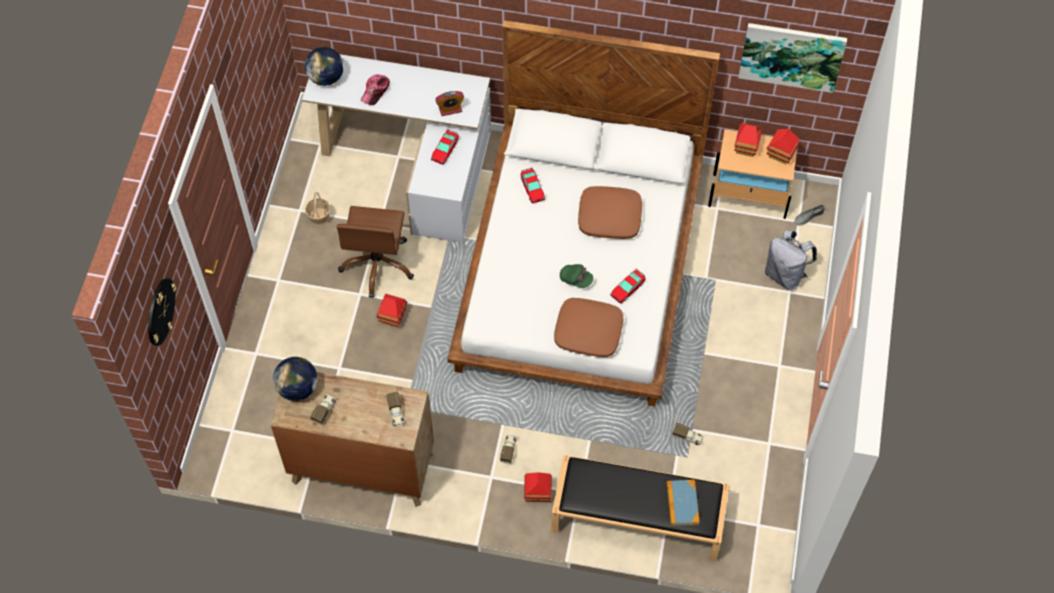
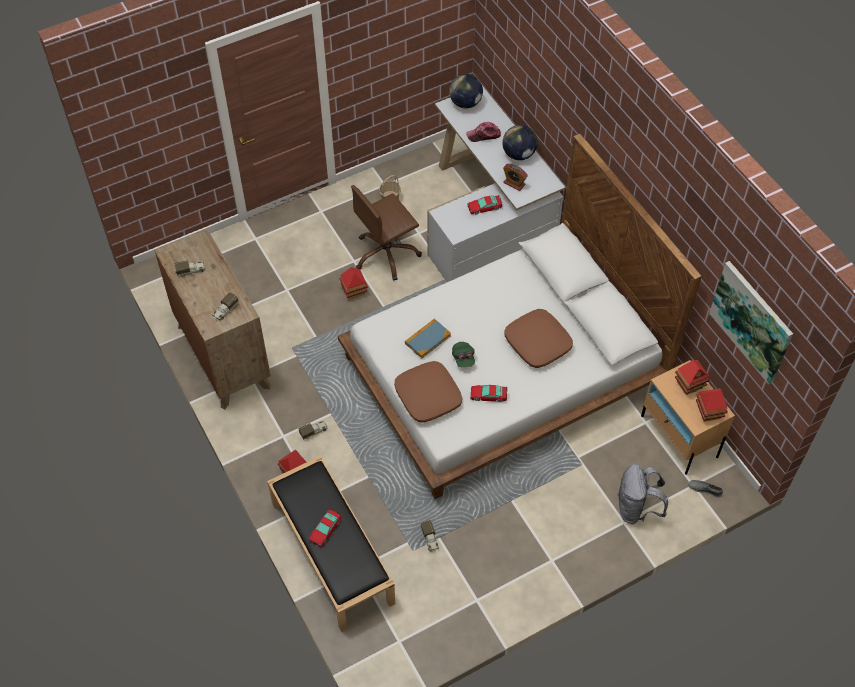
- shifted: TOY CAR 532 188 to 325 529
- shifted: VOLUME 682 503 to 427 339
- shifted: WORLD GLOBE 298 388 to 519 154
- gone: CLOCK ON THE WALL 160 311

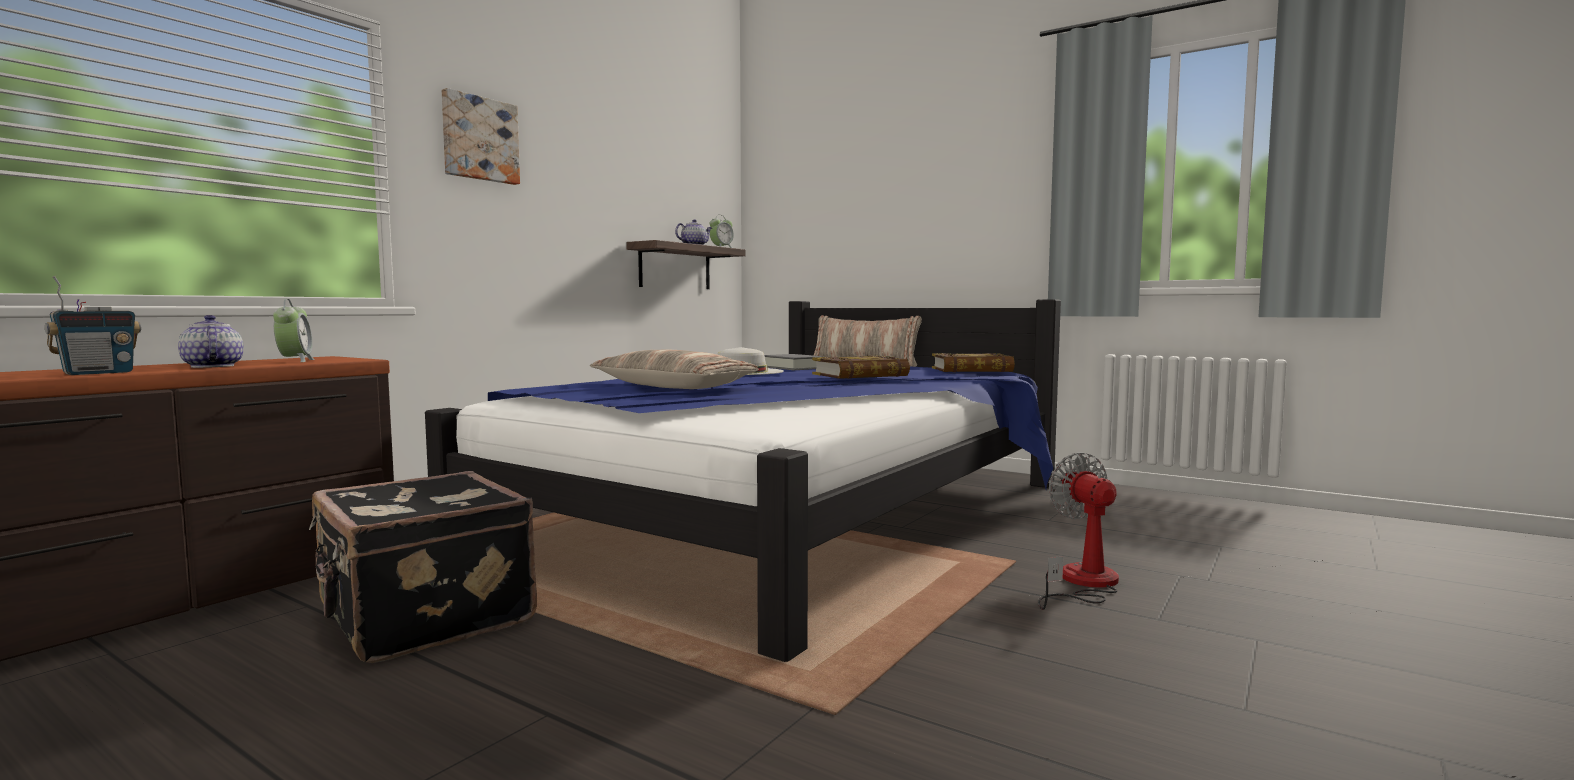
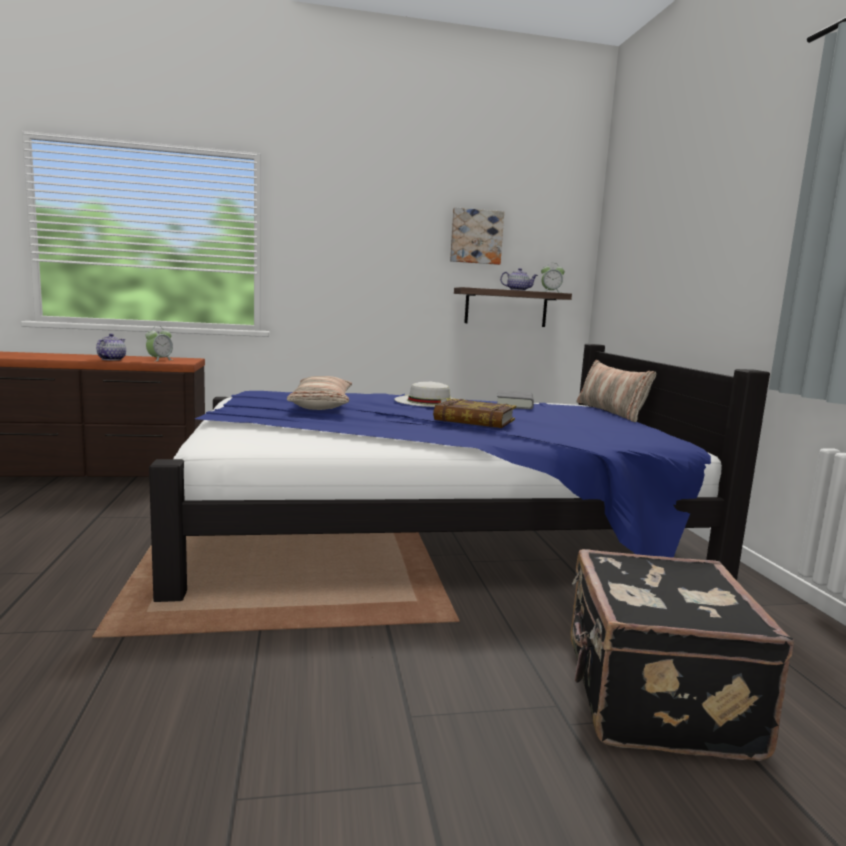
- shifted: WALL ART 479 139 to 476 236
- shifted: BLACKISH PIECE OF LUGGAGE 423 617 to 653 698
- gone: RADIO SET 98 373
- gone: VOLUME 972 370
- gone: COOLING FAN 1082 583

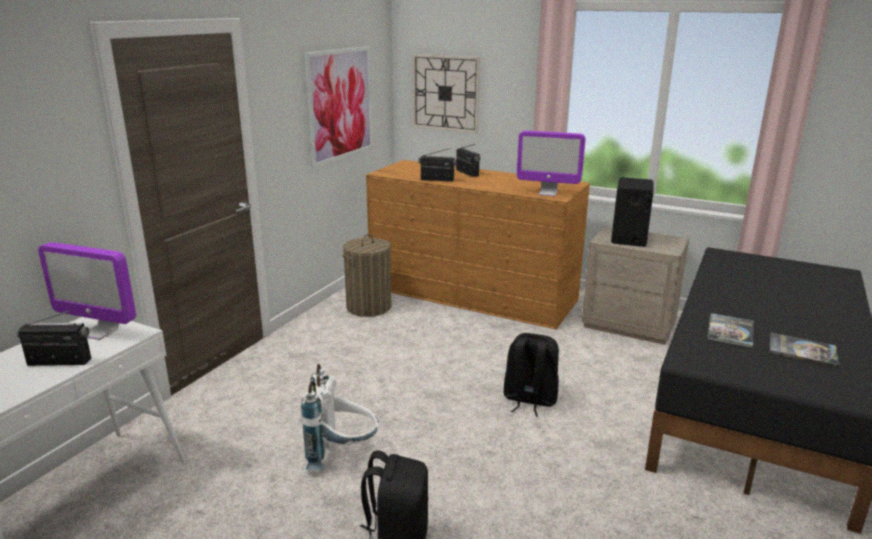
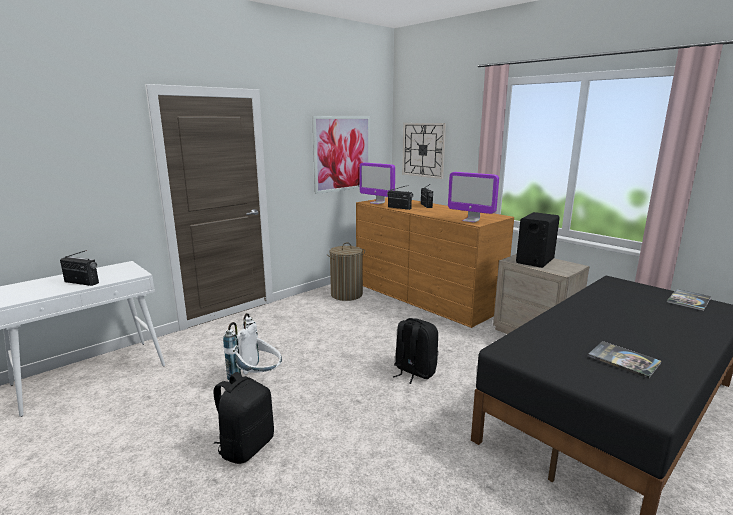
- shifted: COMPUTER DISPLAY 100 332 to 377 203
- shifted: VOLUME 730 331 to 688 300

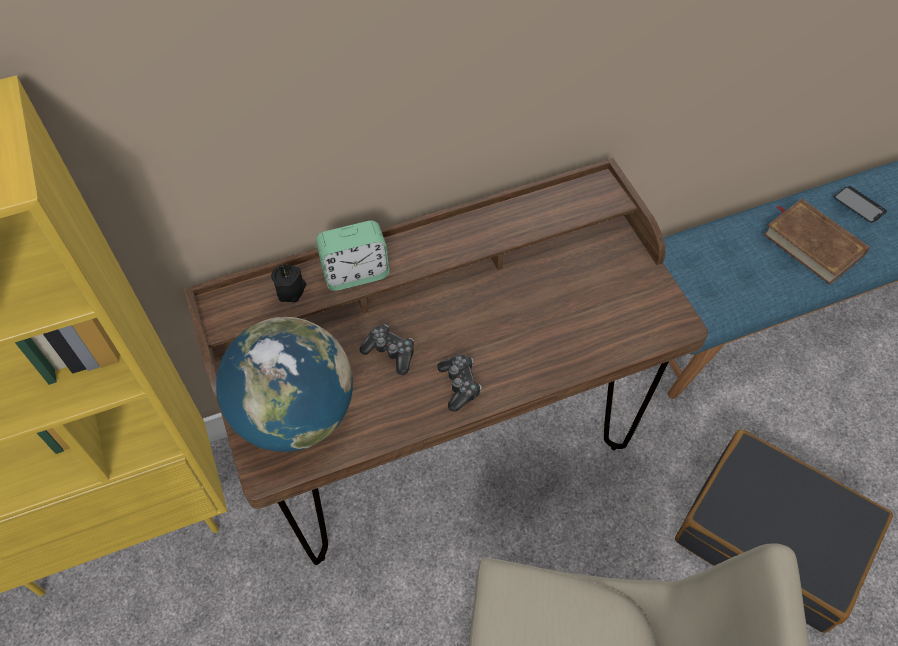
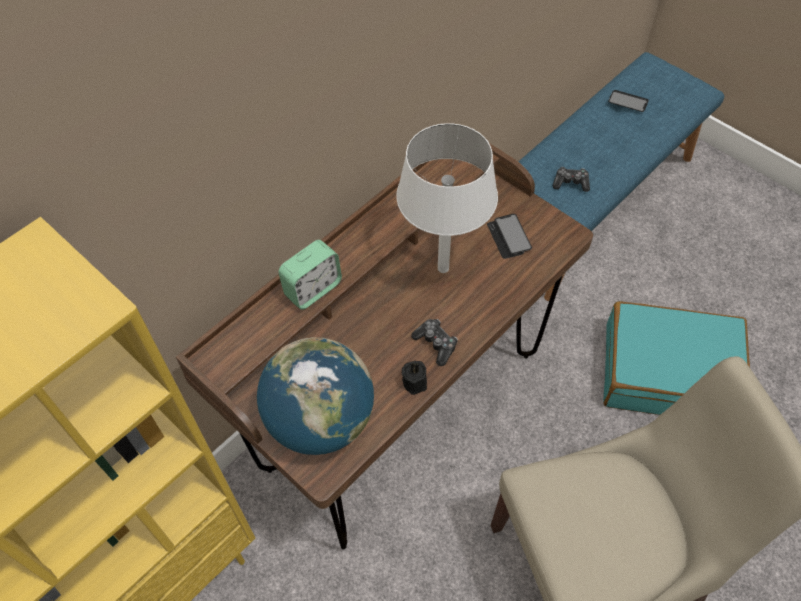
- new: WHITE TABLETOP LAMP 443 268
- shifted: BLACKISH WAX LIGHT 291 290 to 415 381
- new: HANDSET 509 237
- shifted: GAMEPAD 390 353 to 570 183
- repainted: BLACKISH PIECE OF LUGGAGE 772 536 to BLUE-GREEN PIECE OF LUGGAGE 668 372
- gone: BROWN VOLUME 813 244

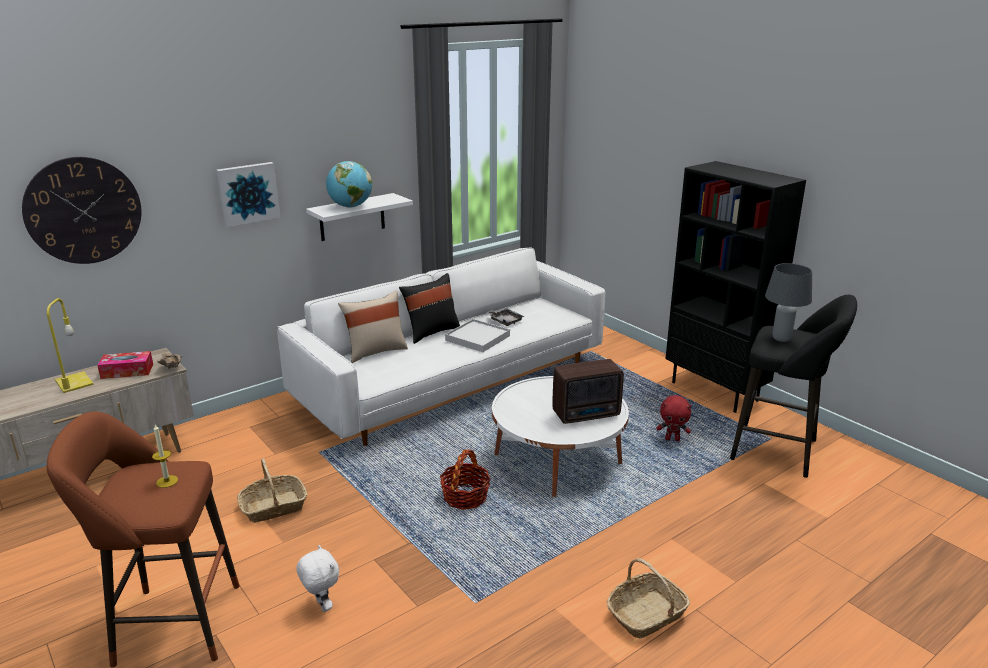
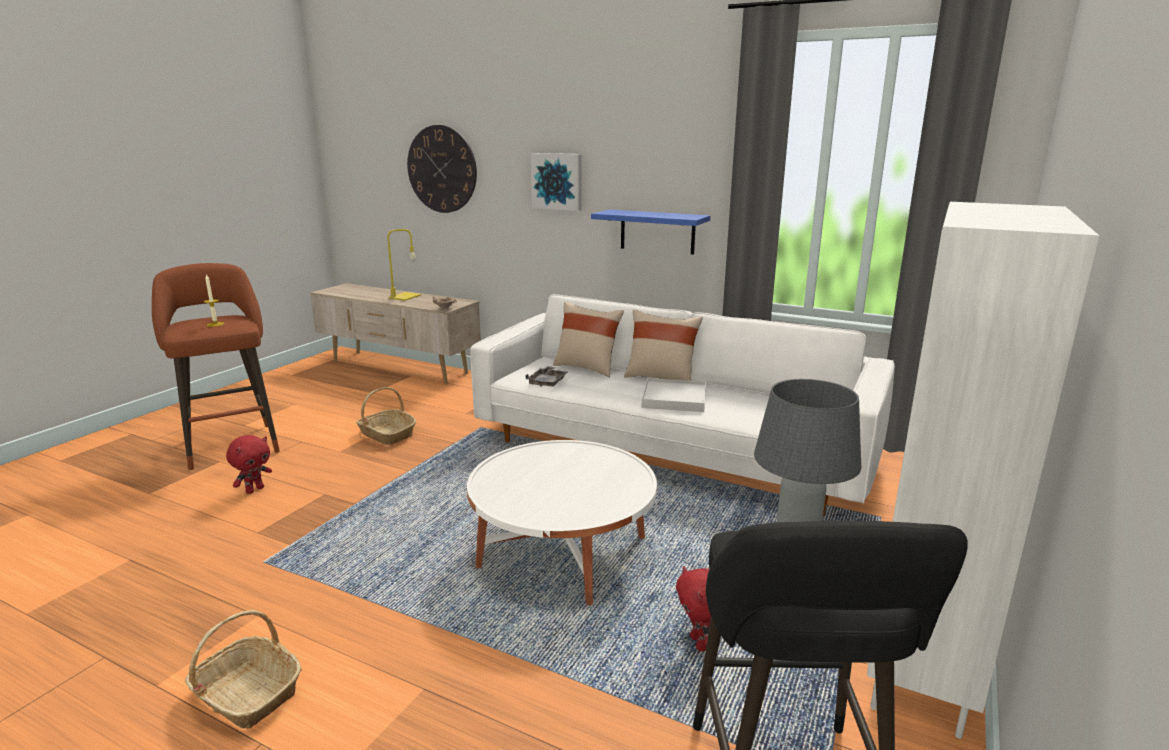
- repainted: WHITE SOFT TOY 321 606 to RED SOFT TOY 254 489
- shifted: GRAY CARRYING TRAY 505 321 to 547 382
- repainted: WHITE WALL SHELF 352 217 to BLUISH WALL SHELF 657 231
- repainted: BLACKISH PILLOW 431 332 to BEIGE-COLOURED PILLOW 661 378
- repainted: BLACKISH SHELVING UNIT 715 391 to WHITE SHELVING UNIT 922 669
- gone: TISSUE HOLDER 127 371
- gone: WORLD GLOBE 350 207
- gone: HOUSEHOLD BASKET 465 497
- gone: RADIO SET 588 414

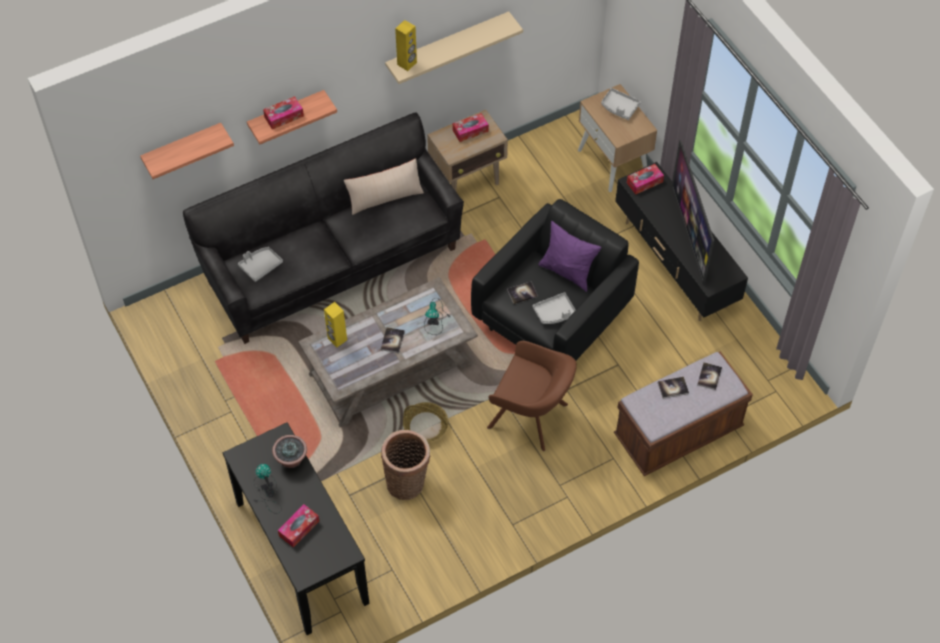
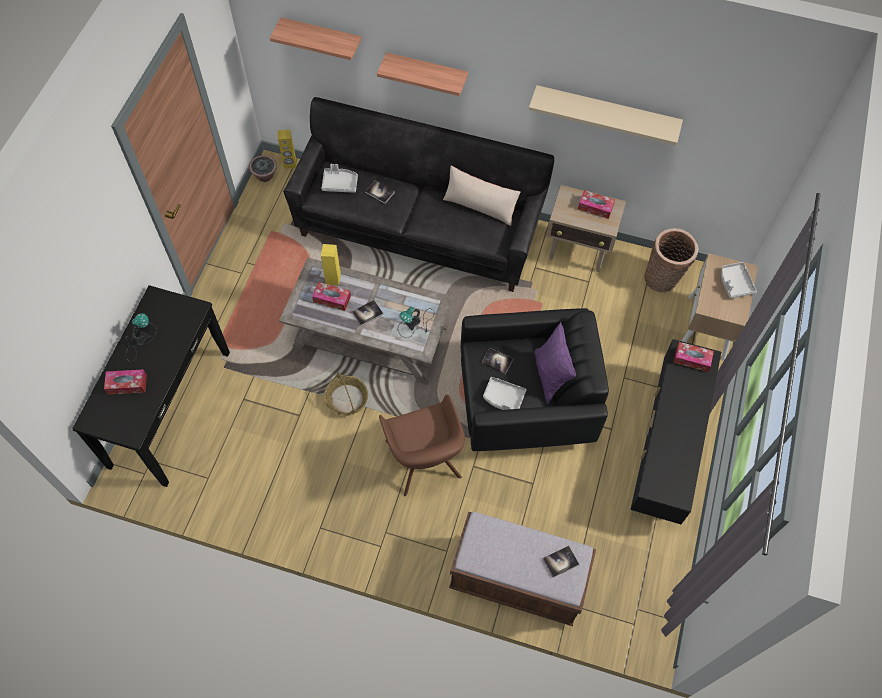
- shifted: PLANT IN A POT 291 459 to 265 176
- shifted: YELLOW-COLOURED AUDIO SPEAKER 407 63 to 290 164
- shifted: TISSUE HOLDER 284 116 to 332 299
- shifted: VOLUME 673 388 to 380 192
- shifted: HOUSEHOLD BASKET 407 482 to 663 279
- gone: TV SET 689 235

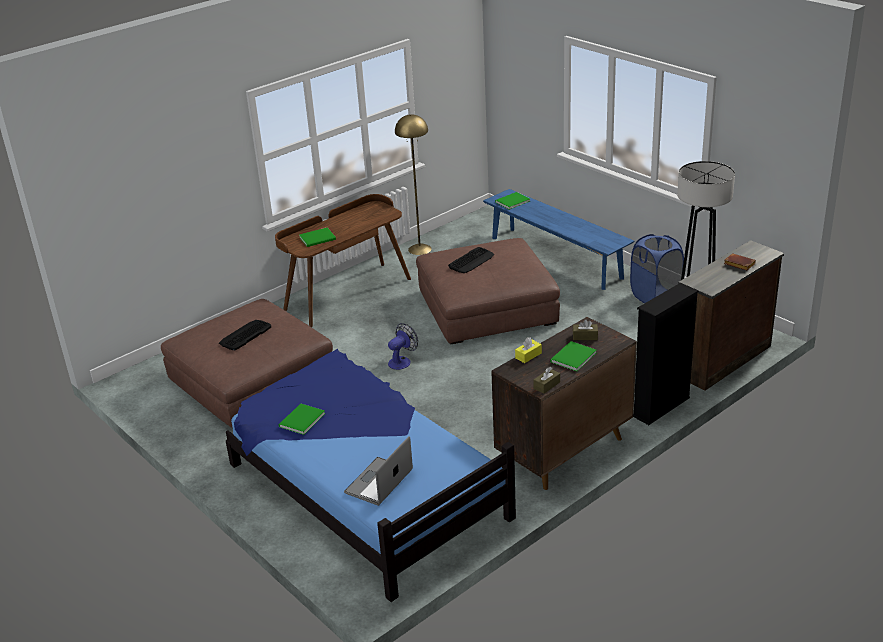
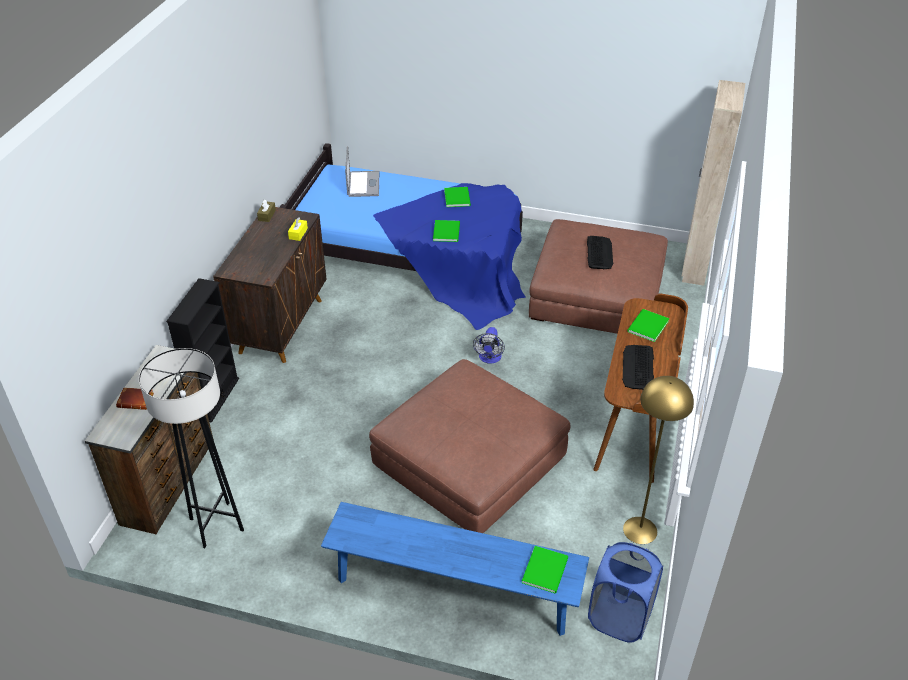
- shifted: GREENISH VOLUME 571 357 to 447 231
- shifted: BLUISH HAMPER 655 296 to 619 617
- shifted: KEYBOARD 471 261 to 638 367
- new: BEIGE-COLOURED CLOTHES CUPBOARD 694 267
- gone: BROWN TISSUE HOLDER 585 336

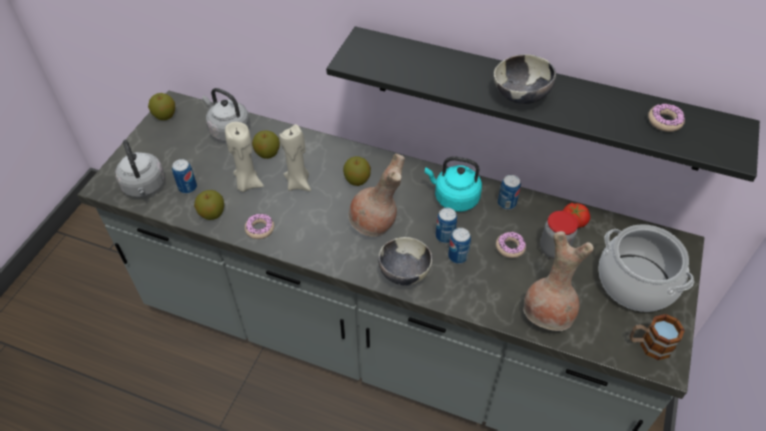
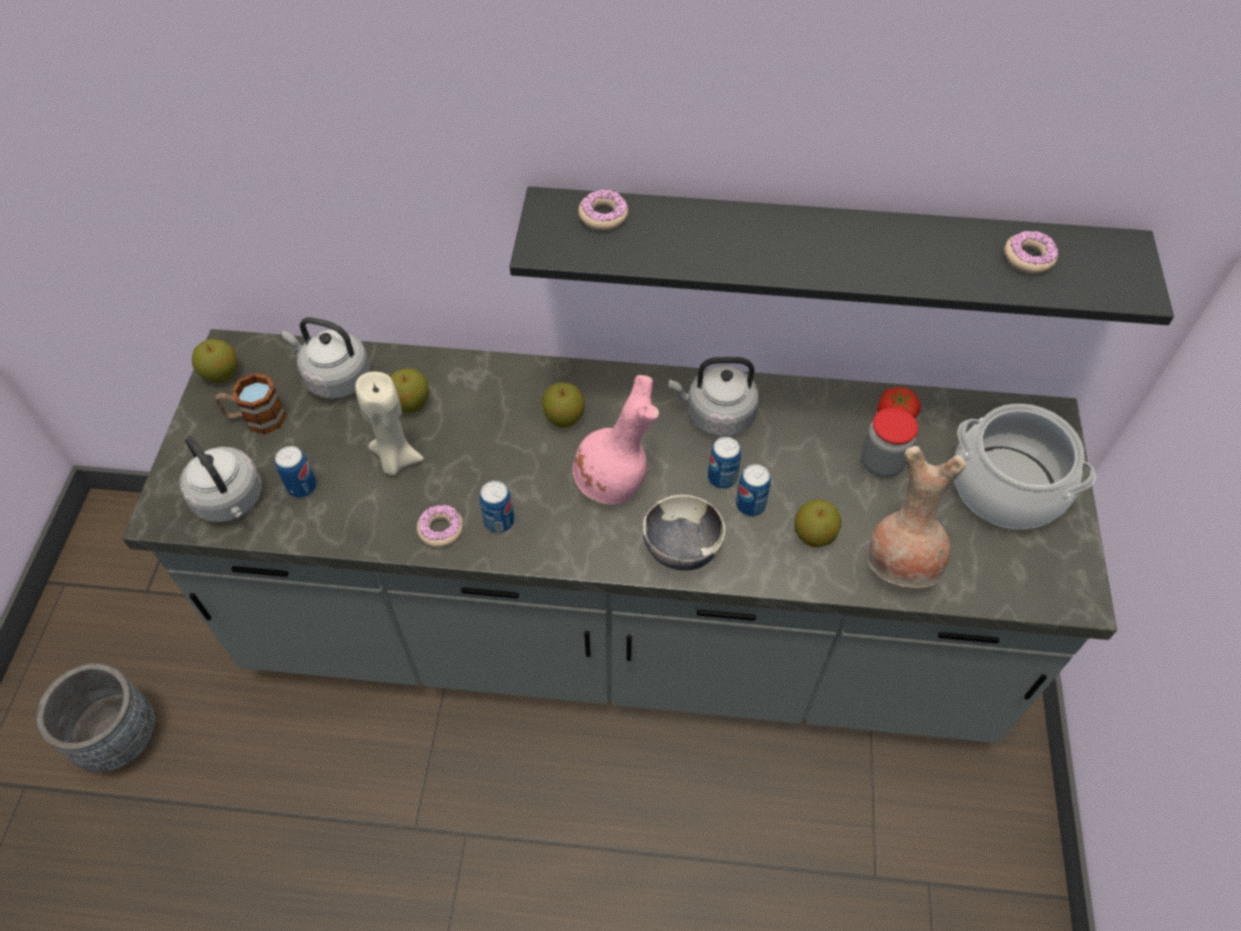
- new: GRAY FLOWER POT 120 737
- shifted: MUG 649 345 to 256 418
- shifted: SEALED CAN 506 203 to 499 521
- repainted: BROWN VASE 375 224 to PINKISH VASE 613 482
- shifted: DONUT 510 247 to 603 216
- repainted: BLUE-GREEN KETTLE 454 198 to GRAY KETTLE 716 415
- shifted: WHOLE APPLE 212 214 to 814 535
- gone: BEIGE-COLOURED WAX LIGHT 299 183
- gone: SERVING BOWL 520 97

